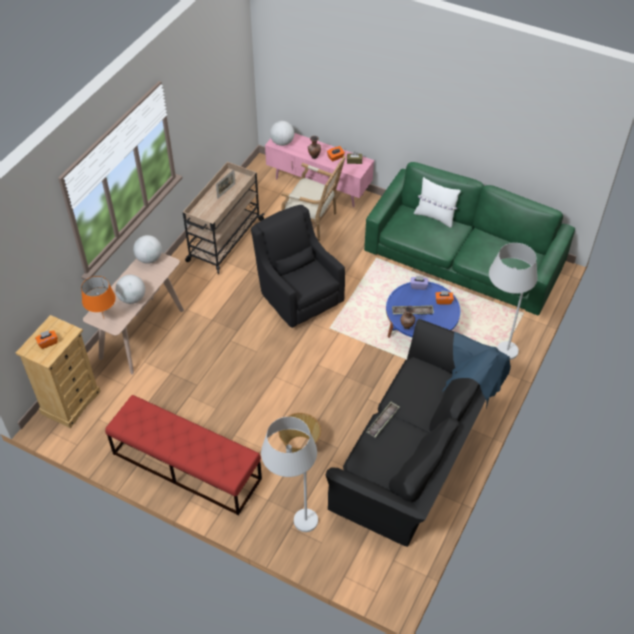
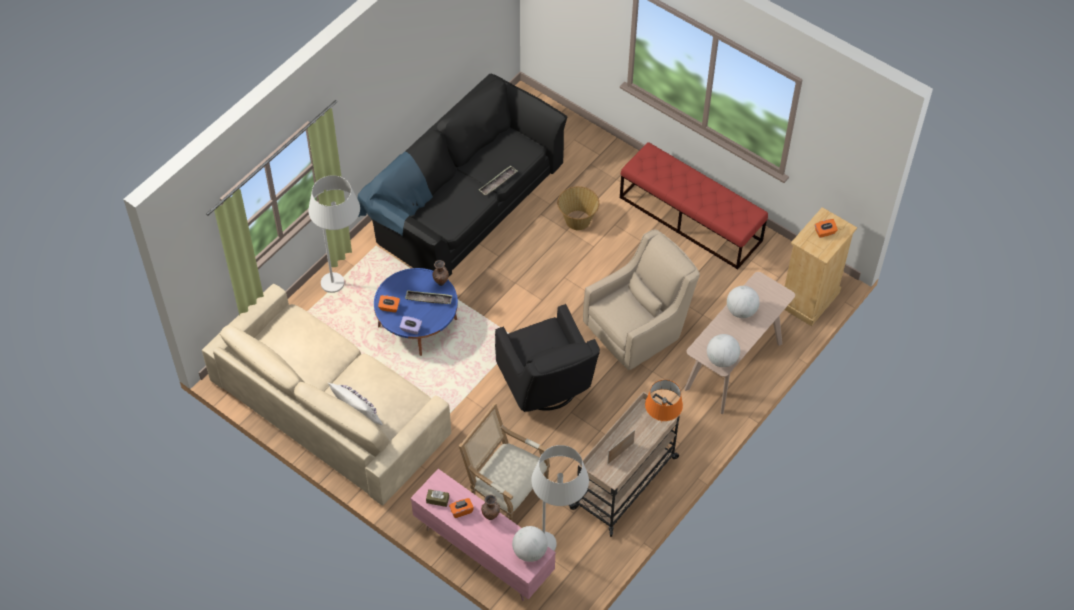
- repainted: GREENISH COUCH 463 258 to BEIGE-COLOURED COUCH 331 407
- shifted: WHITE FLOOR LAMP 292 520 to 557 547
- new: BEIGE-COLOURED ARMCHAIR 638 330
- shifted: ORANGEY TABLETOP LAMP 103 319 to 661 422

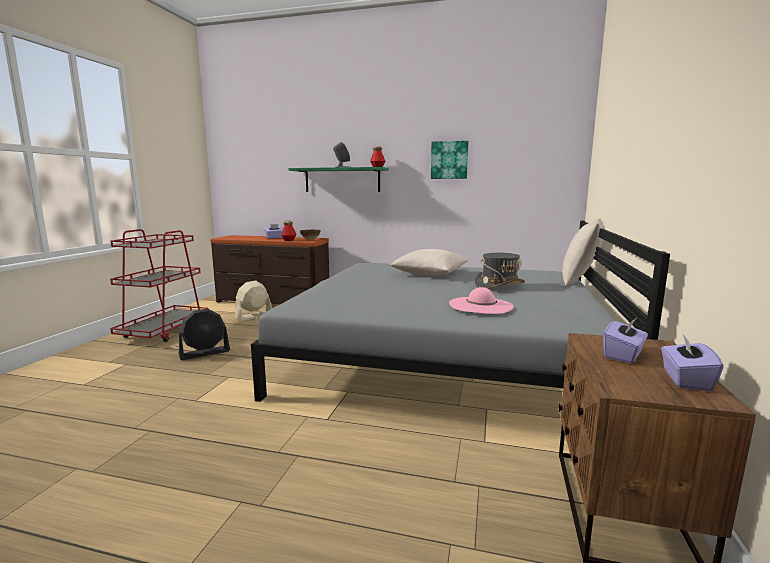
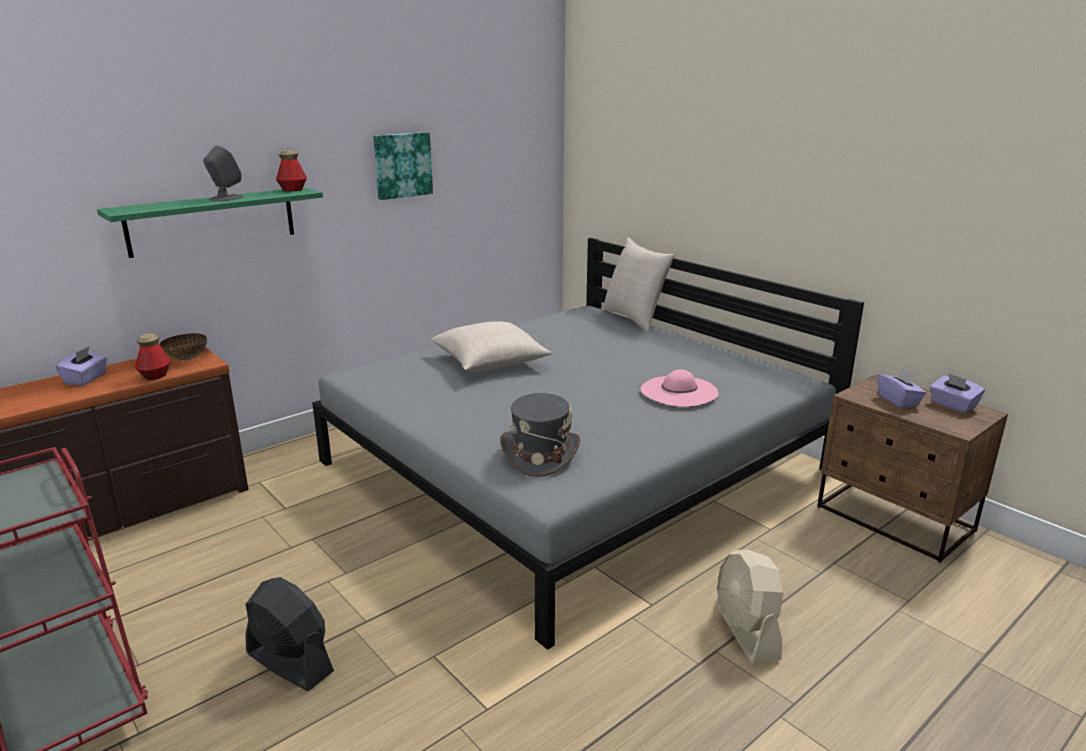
- rotated: BLACKISH COOLING FAN 205 353 = 289 662 60 degrees counterclockwise
- shifted: GRAY CLOTHING HAT 499 285 to 540 454
- shifted: BEIGE-COLOURED COOLING FAN 254 316 to 746 632

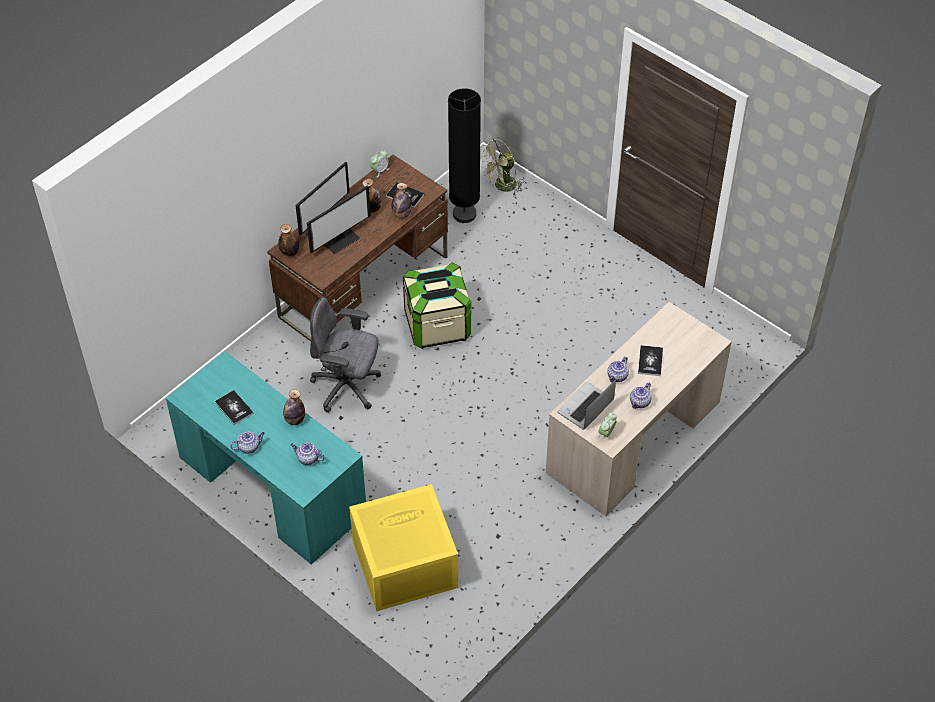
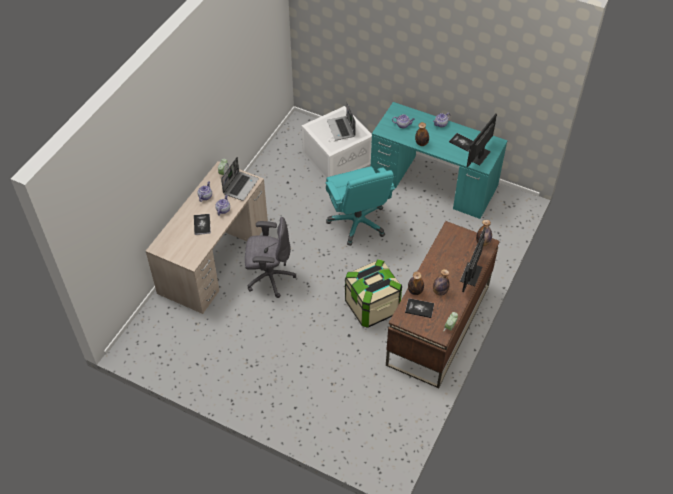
- shifted: GRAY DESK CHAIR 347 387 to 269 277
- repainted: YELLOW-COLOURED STORAGE CONTAINER 404 565 to WHITE STORAGE CONTAINER 337 157
- new: BLUE-GREEN DESK CHAIR 358 222
- new: PORTABLE COMPUTER 341 129
- shifted: COMPUTER DISPLAY 341 240 to 479 156
- gone: BLACKISH FLOOR LAMP 464 214
- gone: GREENISH COOLING FAN 502 187

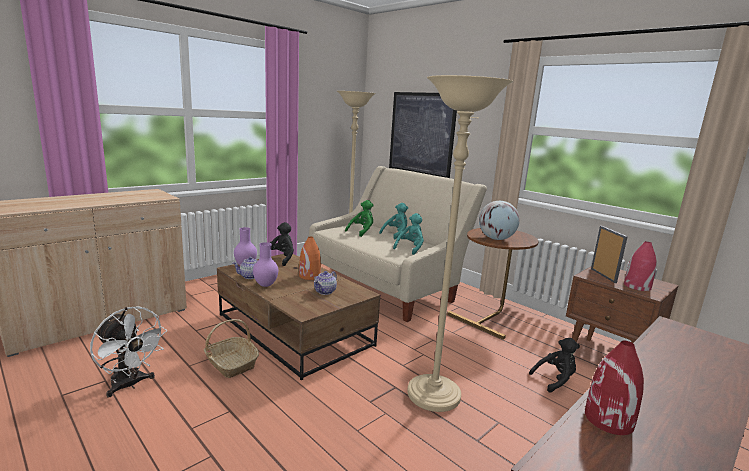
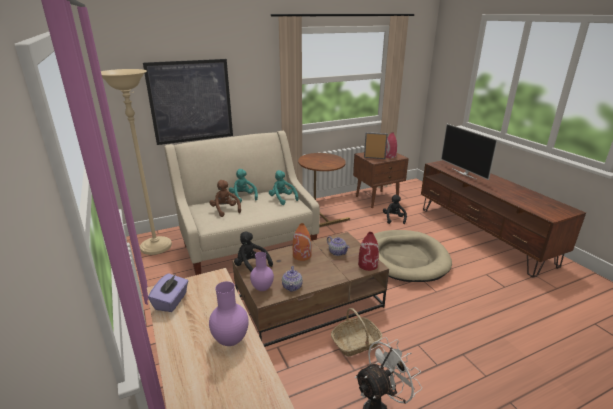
- new: PURPLE TISSUE HOLDER 171 301
- shifted: PURPLE VASE 265 285 to 230 341
- repainted: GREENISH SOFT TOY 361 232 to BROWN SOFT TOY 225 210
- shifted: RED VASE 609 420 to 368 265
- swapped: BEIGE-COLOURED FLOOR LAMP 433 396 to BEIGE-COLOURED DOG BED 405 258
- new: TV SET 464 173
- gone: WORLD GLOBE 496 239

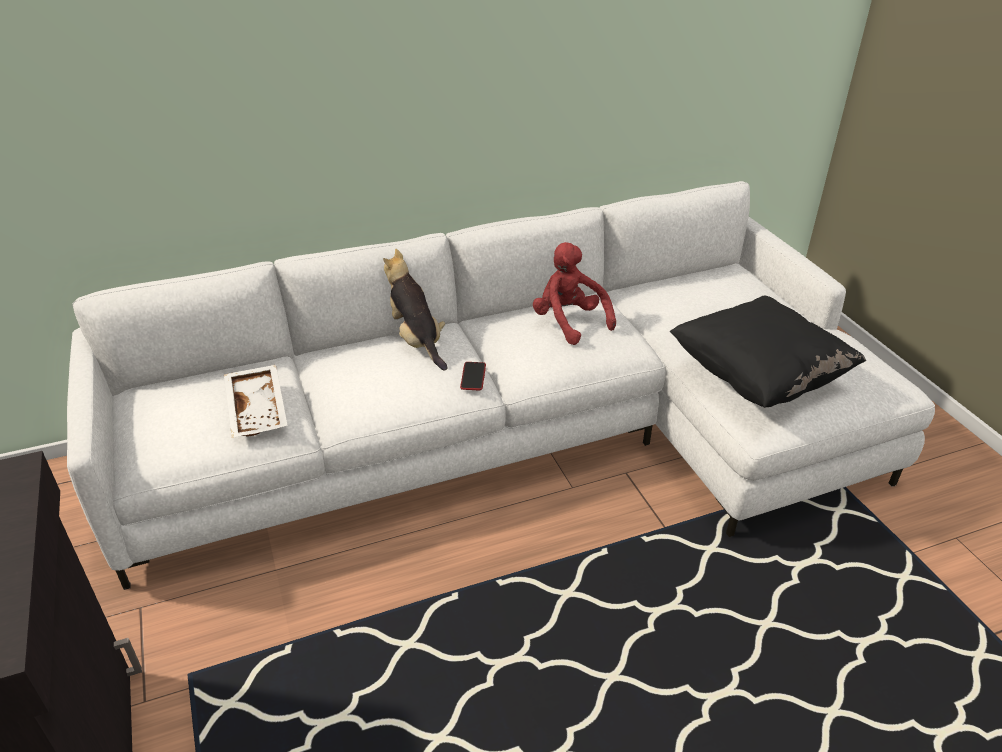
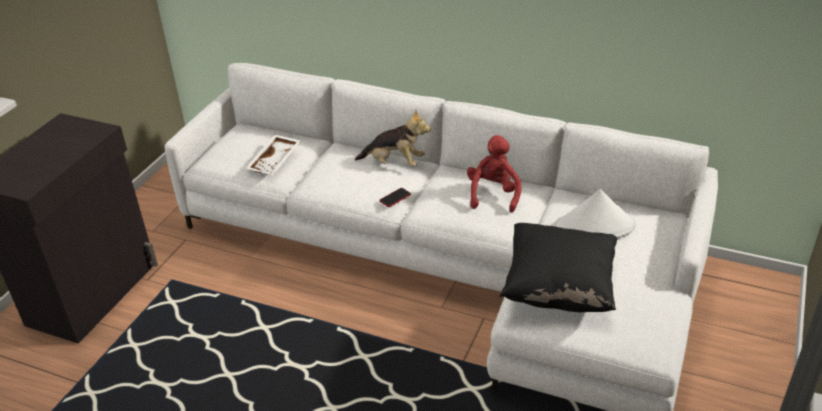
- rotated: SOFT TOY 416 340 = 394 163 90 degrees clockwise
- new: WHITE CLOTHING HAT 594 227

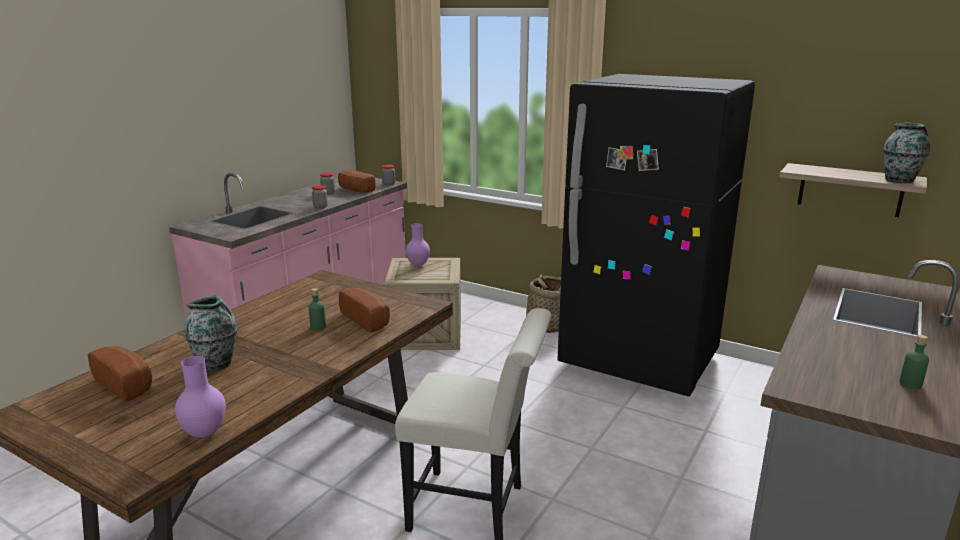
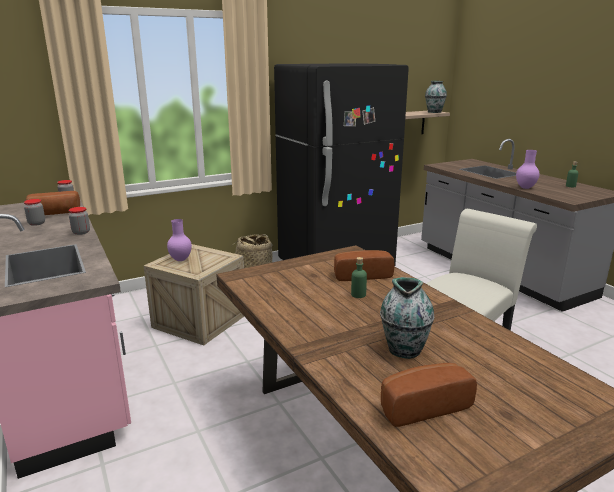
- shifted: PURPLE VASE 205 433 to 524 188

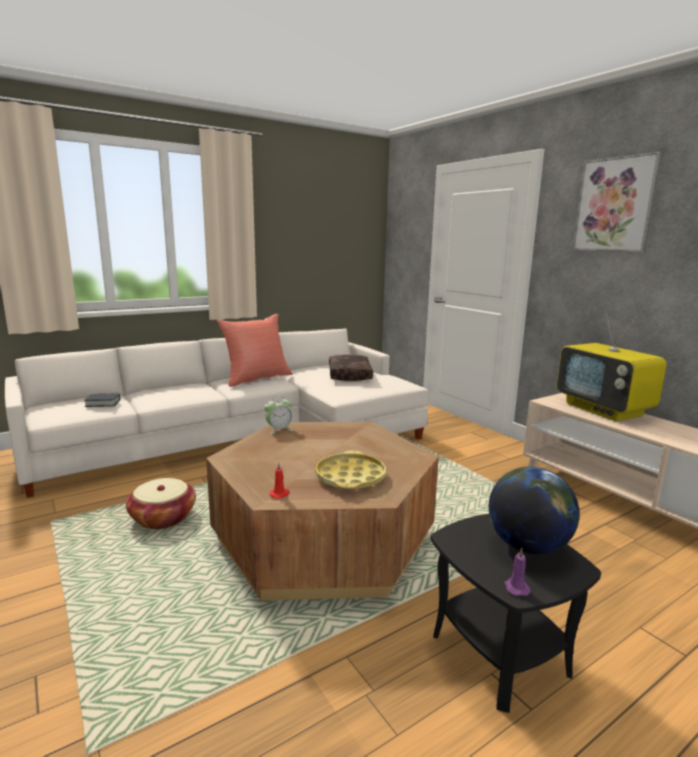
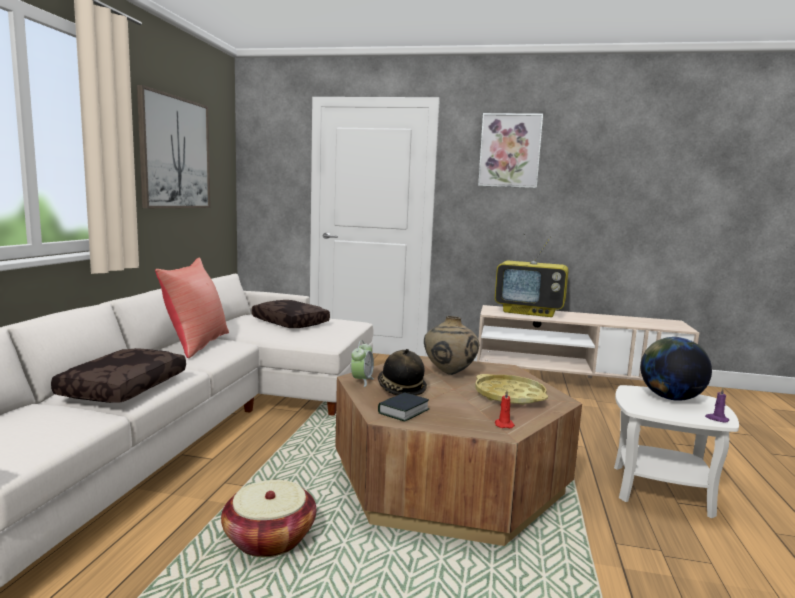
- new: BROWN PILLOW 123 387
- new: WALL ART 175 153
- new: CLOTHING HAT 400 389
- shifted: VOLUME 103 403 to 403 411
- new: BEIGE-COLOURED VASE 449 373
- repainted: BLACKISH END TABLE 498 653 to WHITE END TABLE 660 490

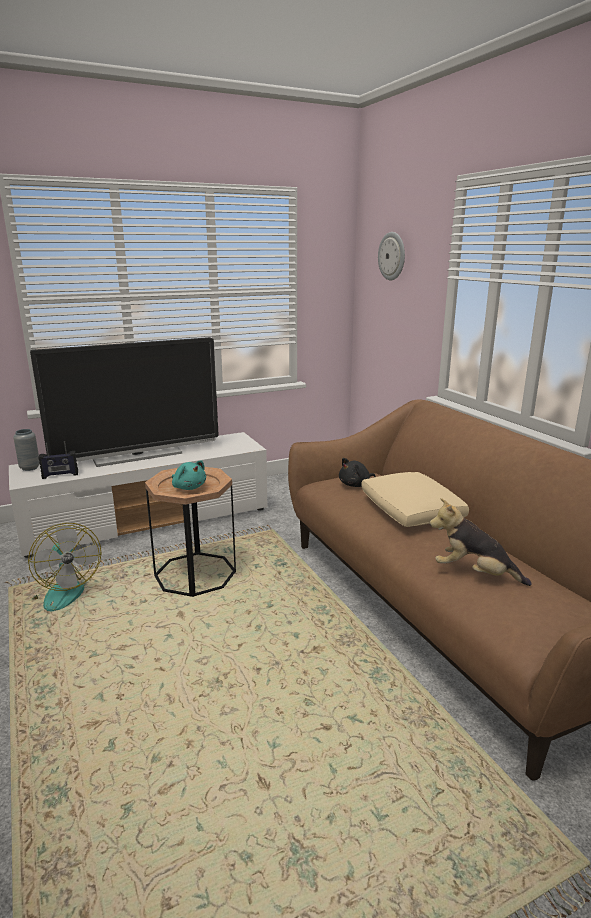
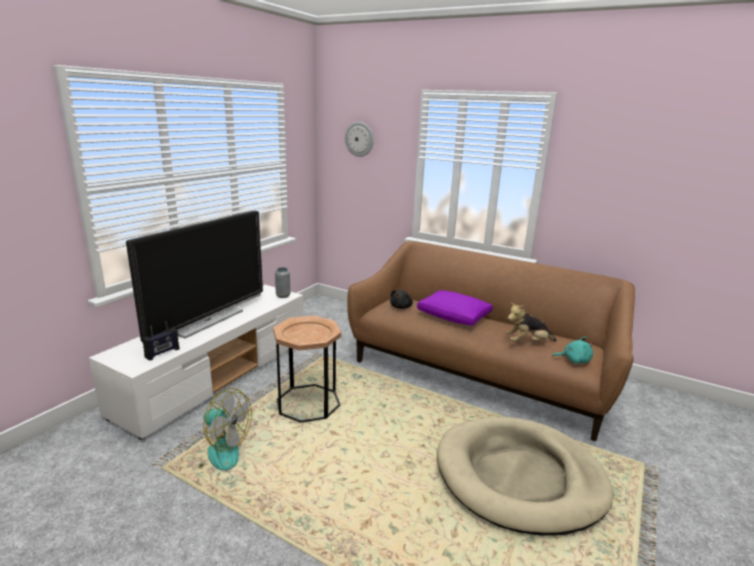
- shifted: GRAY VASE 30 468 to 283 296
- repainted: BEIGE-COLOURED PILLOW 411 512 to PURPLE PILLOW 454 316
- new: BEIGE-COLOURED DOG BED 519 477
- shifted: BLUE-GREEN SOFT TOY 189 487 to 574 360

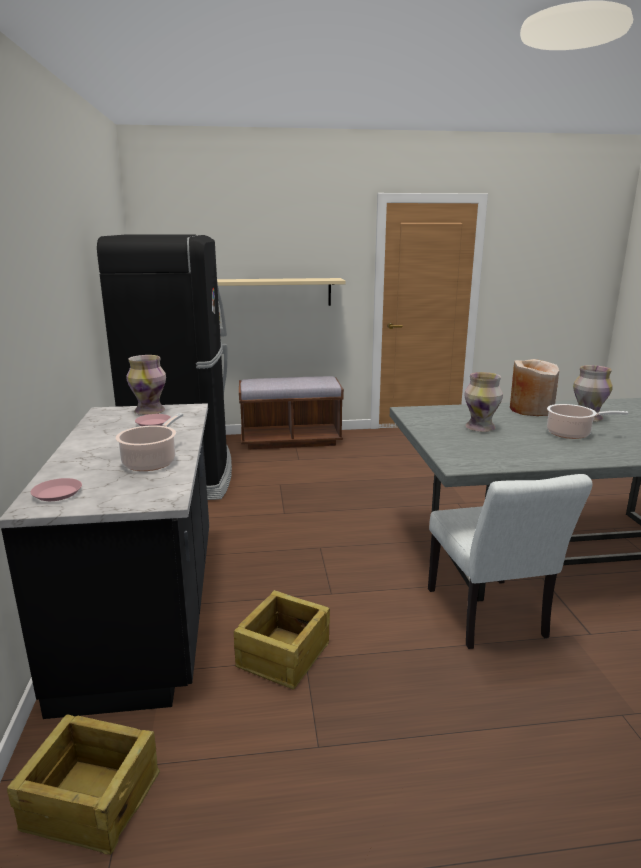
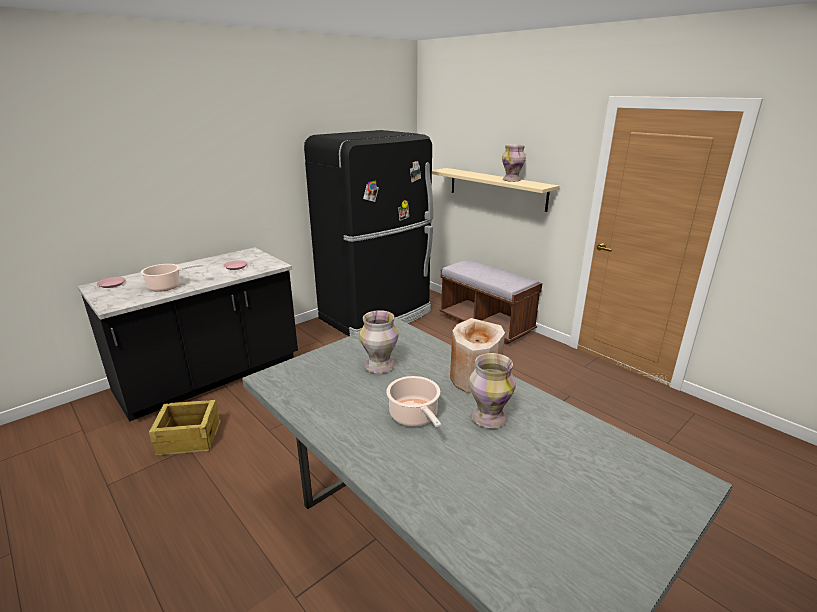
- shifted: VASE 150 411 to 512 180
- gone: SHIPPING CRATE 91 799
- gone: WHITE CHAIR 490 618

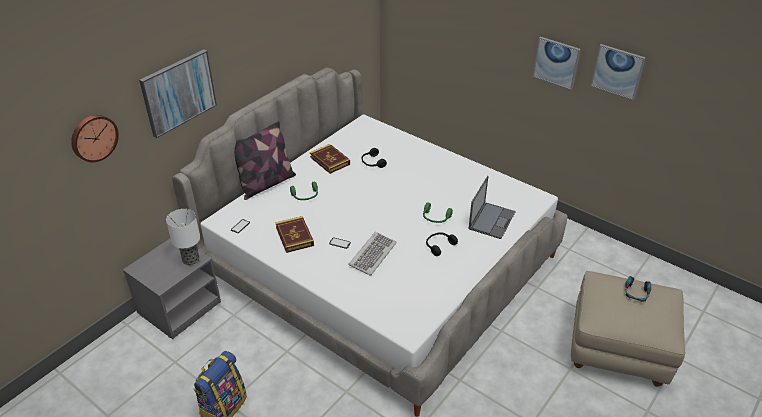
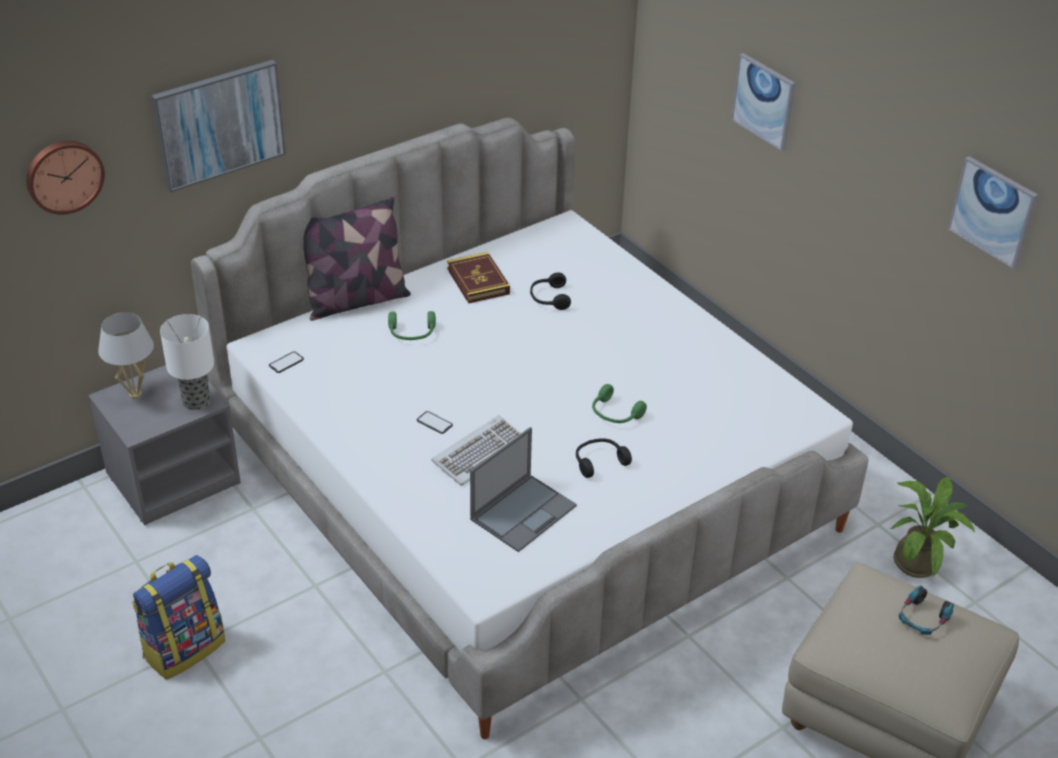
- new: WHITE TABLETOP LAMP 135 394
- shifted: PORTABLE COMPUTER 492 220 to 524 512
- shifted: WALL ART 556 62 to 764 101
- new: PLANT IN A POT 919 560
- gone: VOLUME 294 236

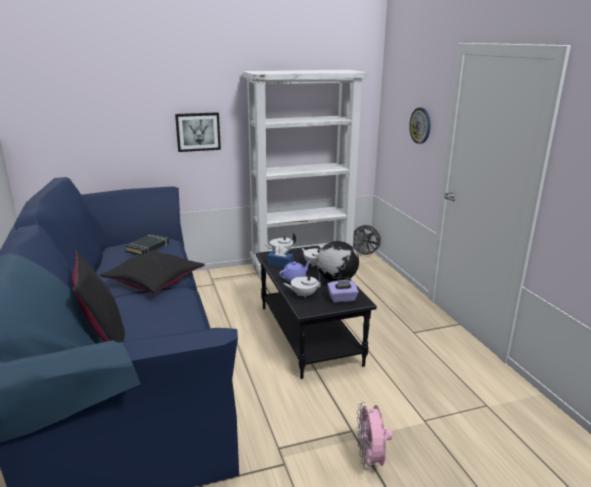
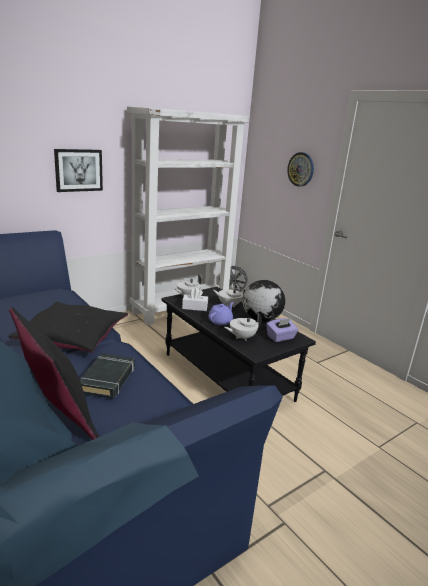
- shifted: BLACKISH VOLUME 148 247 to 108 379
- repainted: BLUISH TISSUE HOLDER 280 264 to WHITE TISSUE HOLDER 194 307
- gone: PINKISH COOLING FAN 370 460

